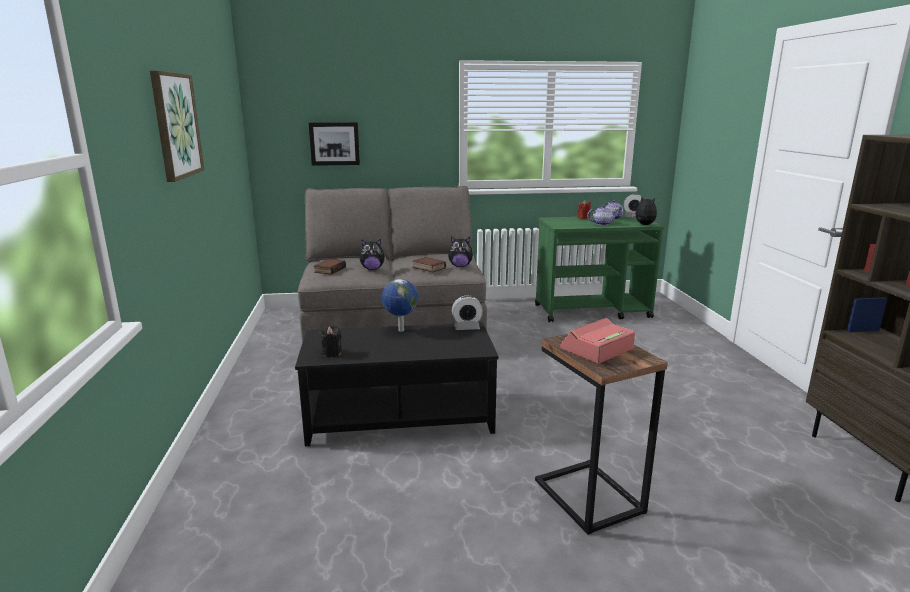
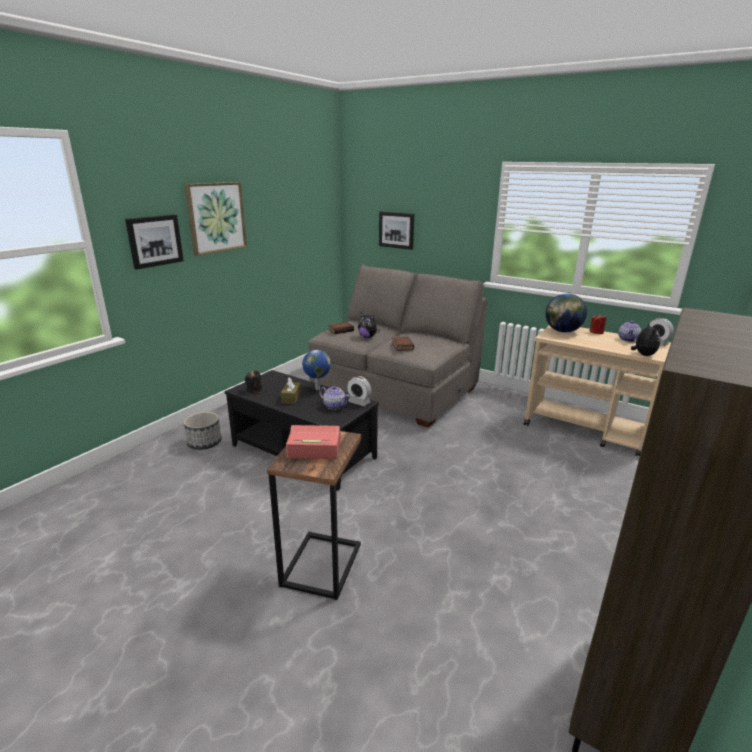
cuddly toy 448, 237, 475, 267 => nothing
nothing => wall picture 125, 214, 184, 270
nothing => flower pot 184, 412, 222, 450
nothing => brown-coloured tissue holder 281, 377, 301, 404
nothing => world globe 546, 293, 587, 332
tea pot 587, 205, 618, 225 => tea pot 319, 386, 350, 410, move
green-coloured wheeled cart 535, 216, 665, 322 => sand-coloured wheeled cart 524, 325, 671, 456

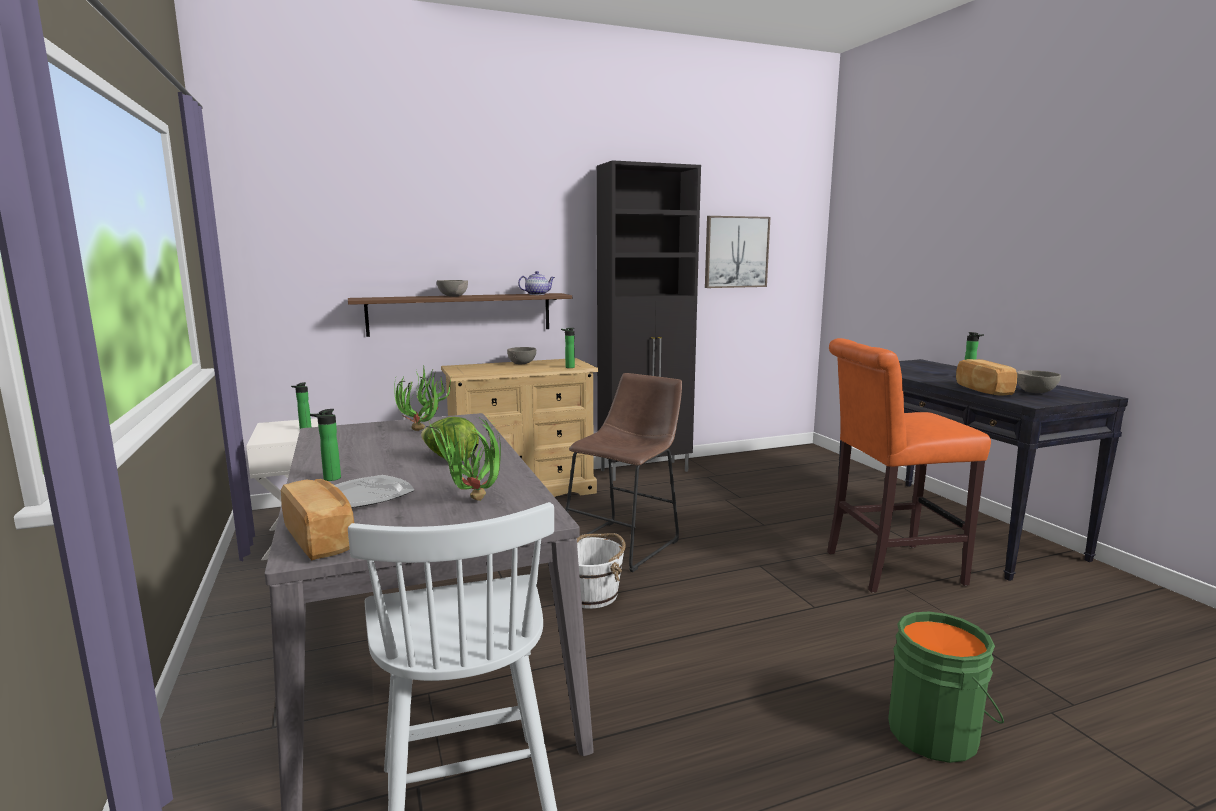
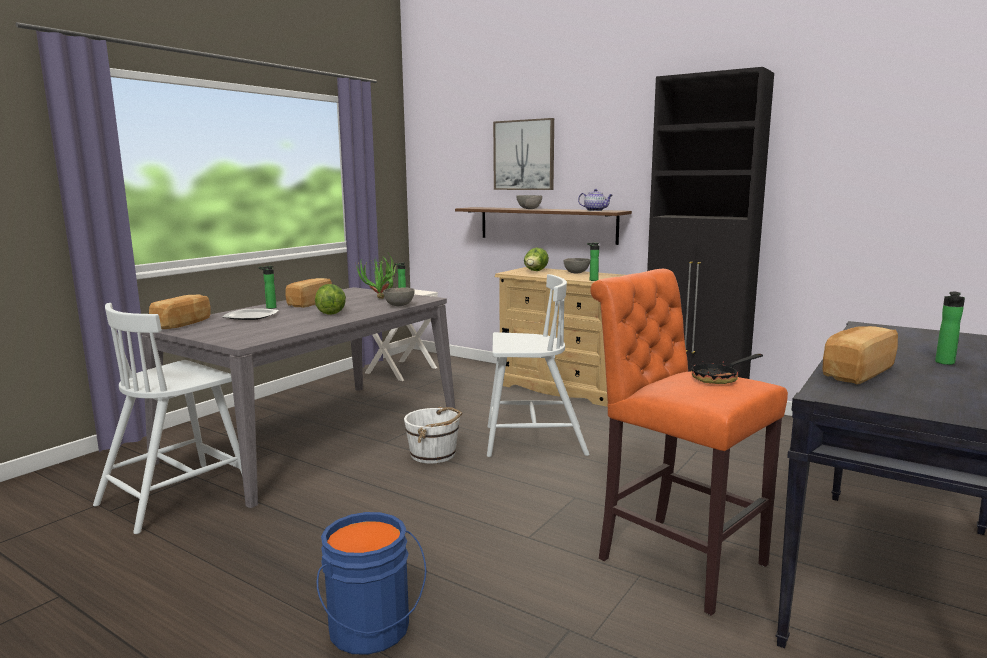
houseplant 424, 417, 501, 501 => nothing
nothing => baked bread 286, 278, 332, 308
nothing => lettuce 524, 248, 549, 271
nothing => pan 692, 354, 763, 384
wall picture 705, 216, 771, 288 => wall picture 493, 118, 554, 190, move
greyish serving bowl 1017, 370, 1061, 393 => greyish serving bowl 383, 287, 415, 306, move
brown-coloured stool 565, 373, 682, 572 => whitish plain chair 487, 274, 590, 457
green-coloured pail 888, 611, 1004, 763 => blue-coloured pail 317, 512, 426, 655

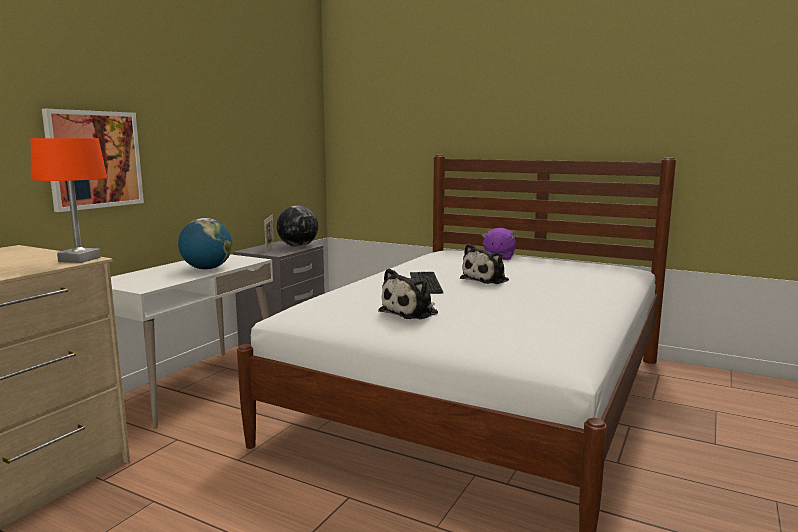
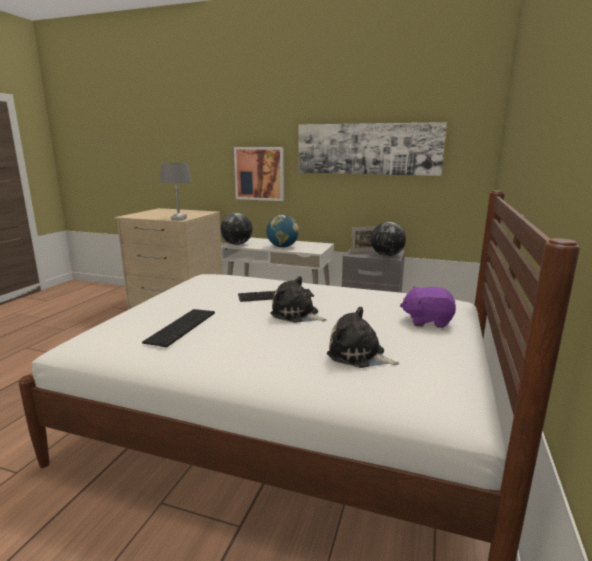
nothing => PC keyboard 142, 309, 215, 347
nothing => world globe 220, 213, 253, 245
nothing => wall picture 298, 122, 447, 176
cuddly toy 378, 268, 438, 319 => cuddly toy 327, 307, 399, 368, move
orange table lamp 31, 138, 107, 263 => greyish table lamp 160, 163, 192, 220

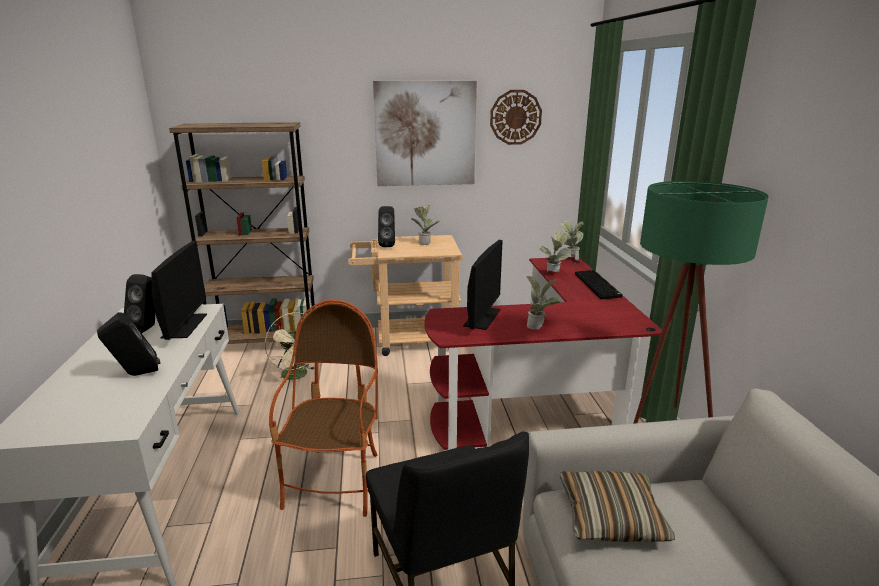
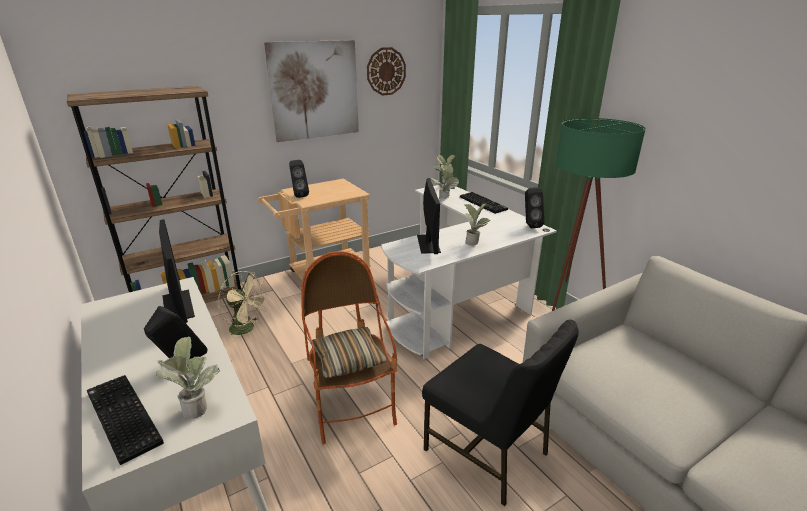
nothing => PC keyboard 87, 375, 164, 465
black-coloured speaker 124, 274, 156, 333 => black-coloured speaker 525, 187, 544, 228, move
houseplant 411, 205, 440, 245 => houseplant 155, 337, 220, 419, move
pillow 559, 471, 675, 542 => pillow 310, 327, 387, 379, move
reddish desk 424, 257, 662, 450 => whitish desk 381, 184, 557, 359

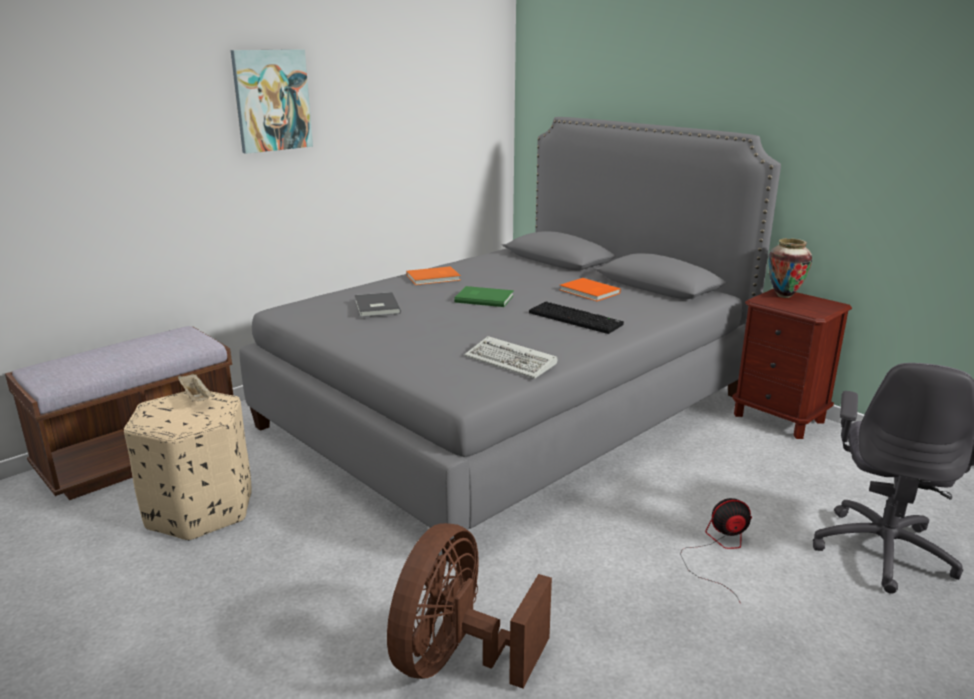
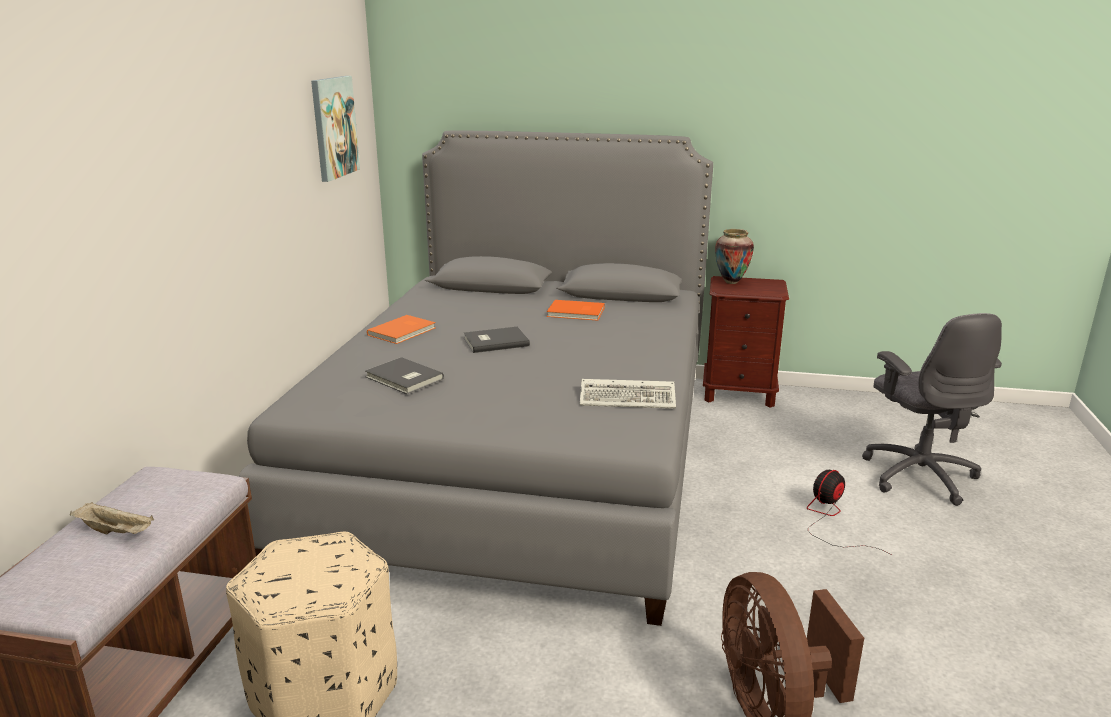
PC keyboard 529, 301, 624, 334 => nothing
sand-coloured tray 178, 374, 213, 401 => sand-coloured tray 70, 502, 154, 534, move
wall picture 231, 49, 313, 154 => wall picture 311, 76, 360, 182, move
green-coloured volume 454, 286, 514, 307 => greyish volume 464, 327, 530, 353

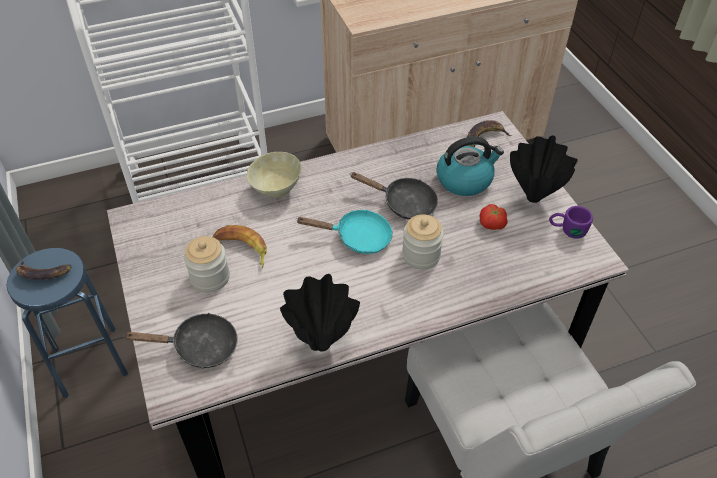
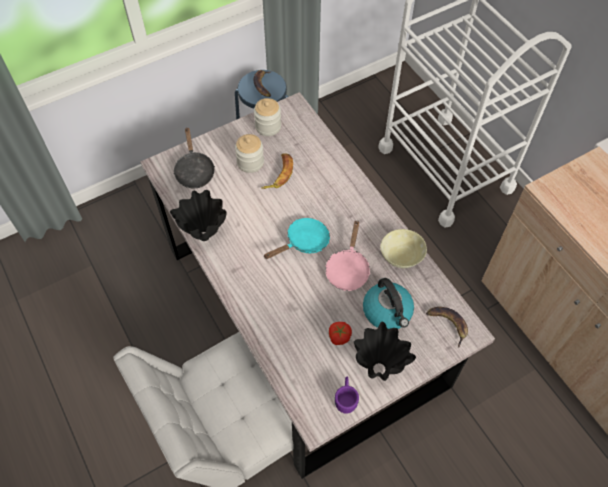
sand-coloured serving bowl 247, 152, 301, 197 => sand-coloured serving bowl 380, 229, 427, 268, move
storage jar 402, 214, 444, 270 => storage jar 254, 98, 281, 136, move
black-coloured pan 351, 172, 438, 220 => pinkish pan 325, 221, 370, 291
turquoise-coloured pan 296, 209, 393, 254 => turquoise-coloured pan 264, 218, 330, 259, 120 degrees counterclockwise

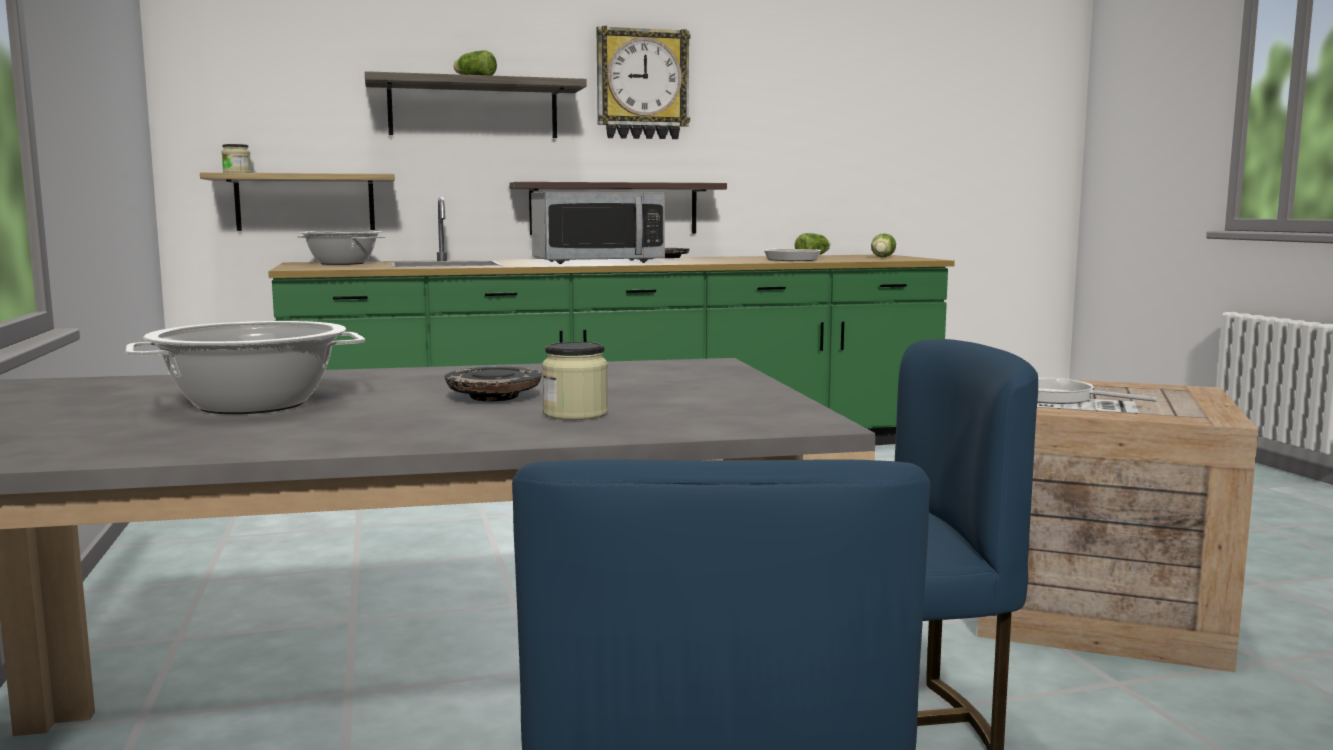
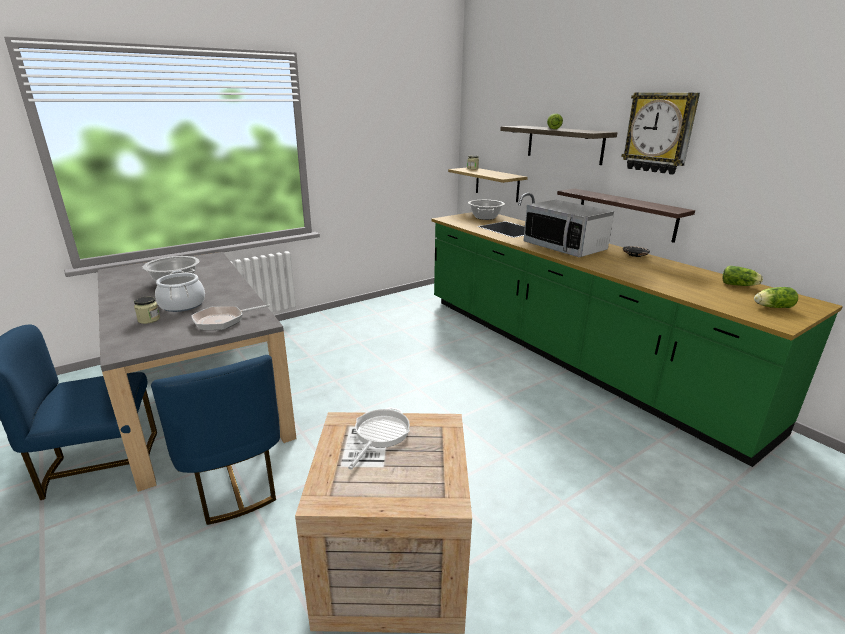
pan 764, 248, 821, 261 => pan 191, 304, 270, 330, move
black-coloured flat dish 445, 366, 542, 401 => stockpot 155, 270, 205, 312

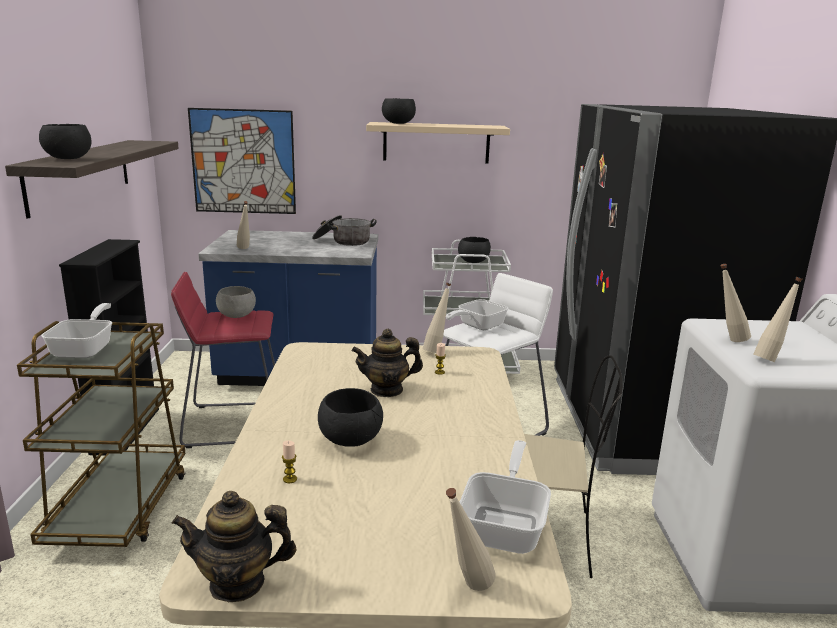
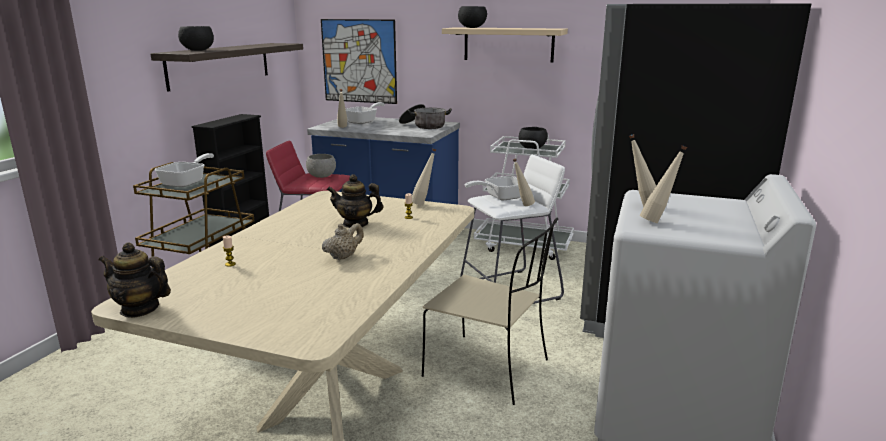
black-coloured serving bowl 318, 388, 383, 447 => nothing
nothing => sand-coloured tea pot 322, 223, 364, 260
sand-coloured beverage bottle 446, 488, 496, 591 => sand-coloured beverage bottle 513, 158, 535, 206, move
pan 460, 440, 551, 554 => pan 346, 102, 385, 124, move

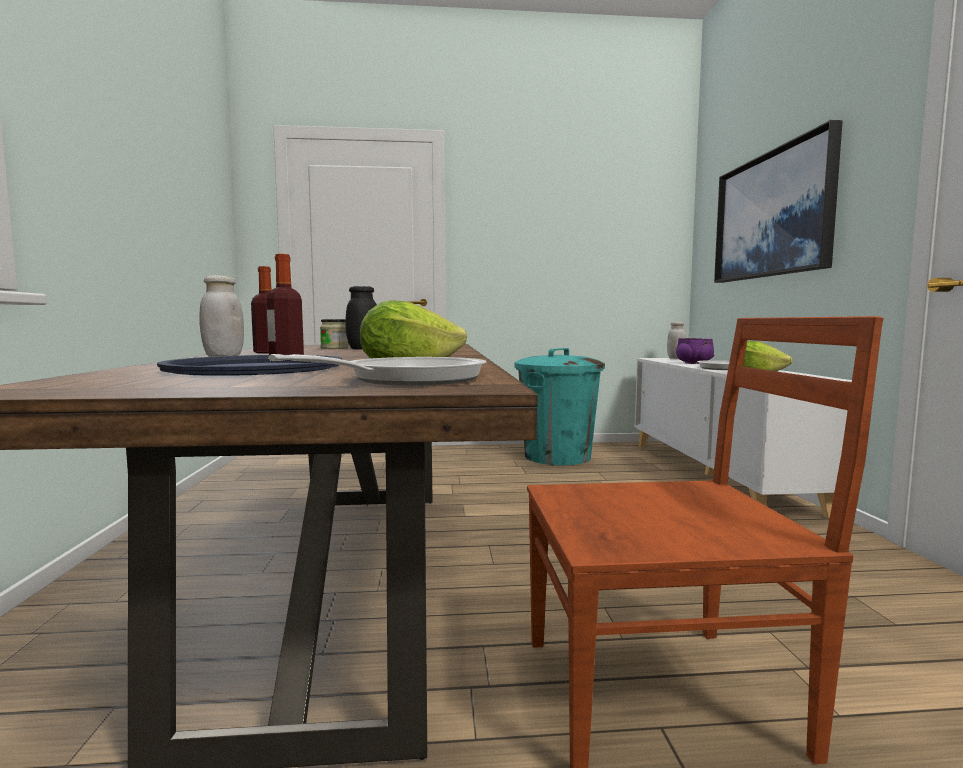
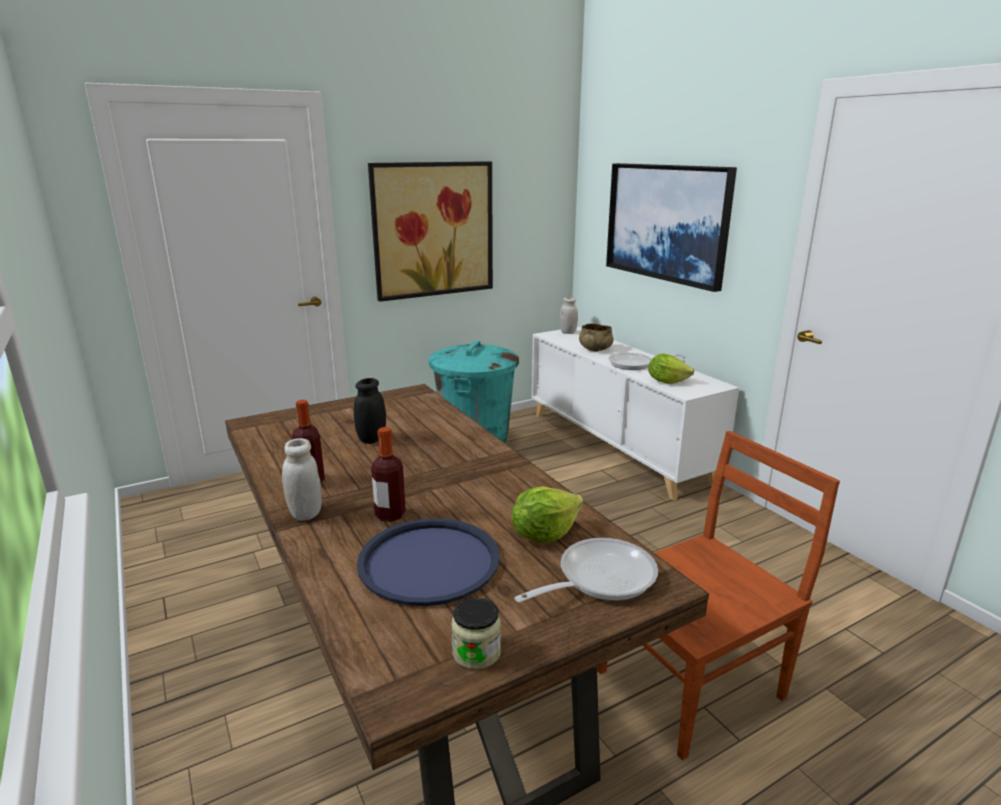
nothing => wall picture 368, 161, 493, 302
storage jar 320, 319, 349, 349 => storage jar 451, 598, 501, 670, move
purple serving bowl 676, 338, 714, 364 => sand-coloured serving bowl 579, 324, 613, 351
pan 268, 354, 486, 386 => pan 514, 538, 658, 603, 45 degrees clockwise

